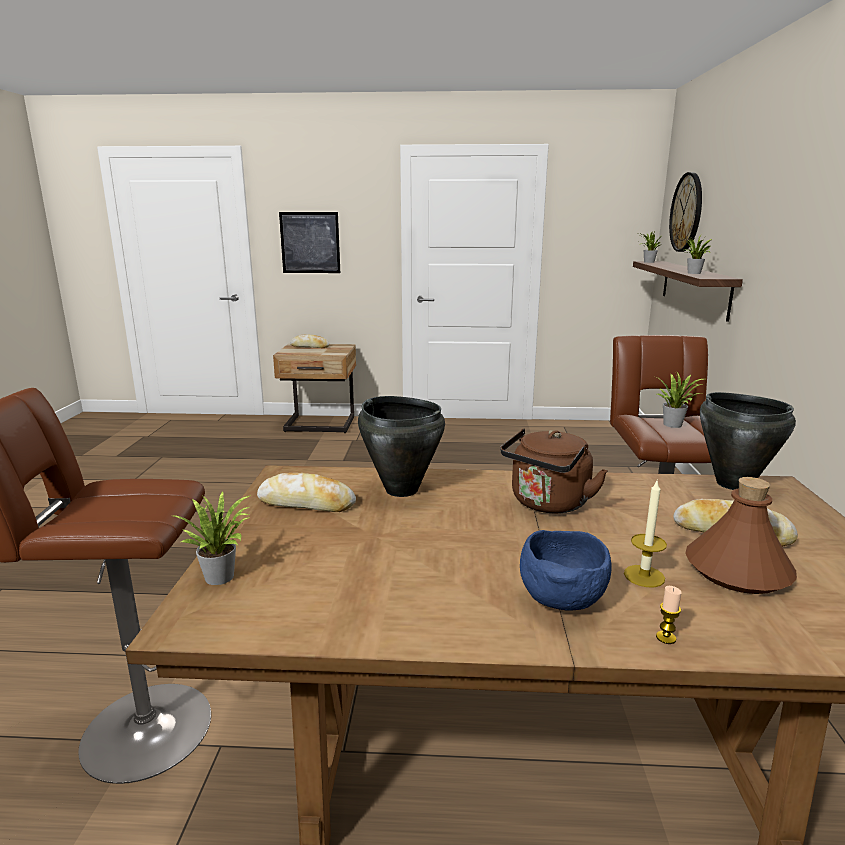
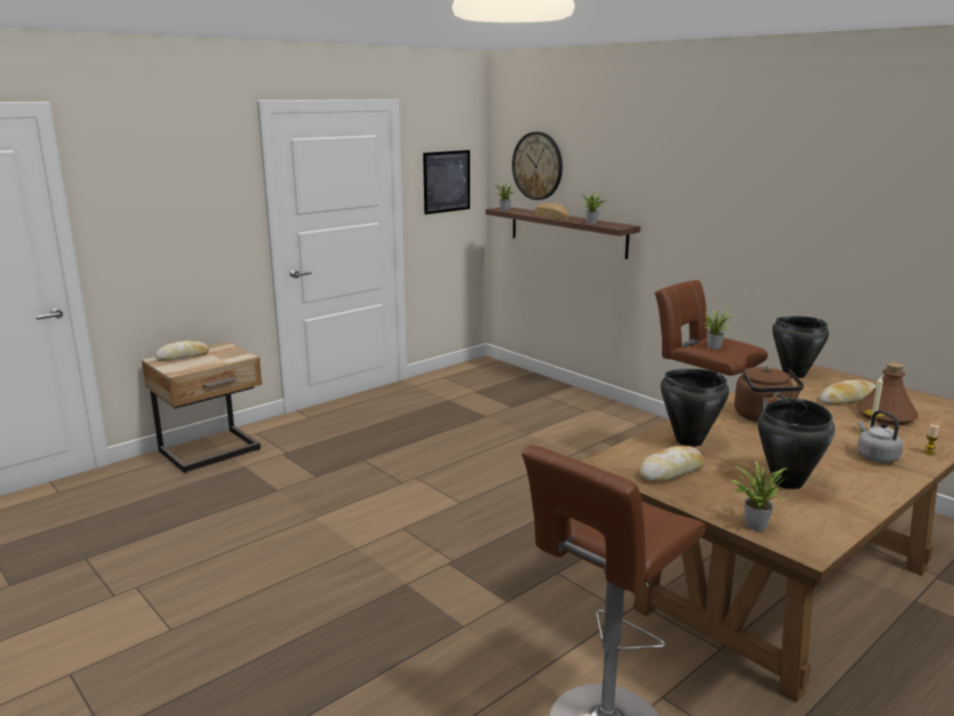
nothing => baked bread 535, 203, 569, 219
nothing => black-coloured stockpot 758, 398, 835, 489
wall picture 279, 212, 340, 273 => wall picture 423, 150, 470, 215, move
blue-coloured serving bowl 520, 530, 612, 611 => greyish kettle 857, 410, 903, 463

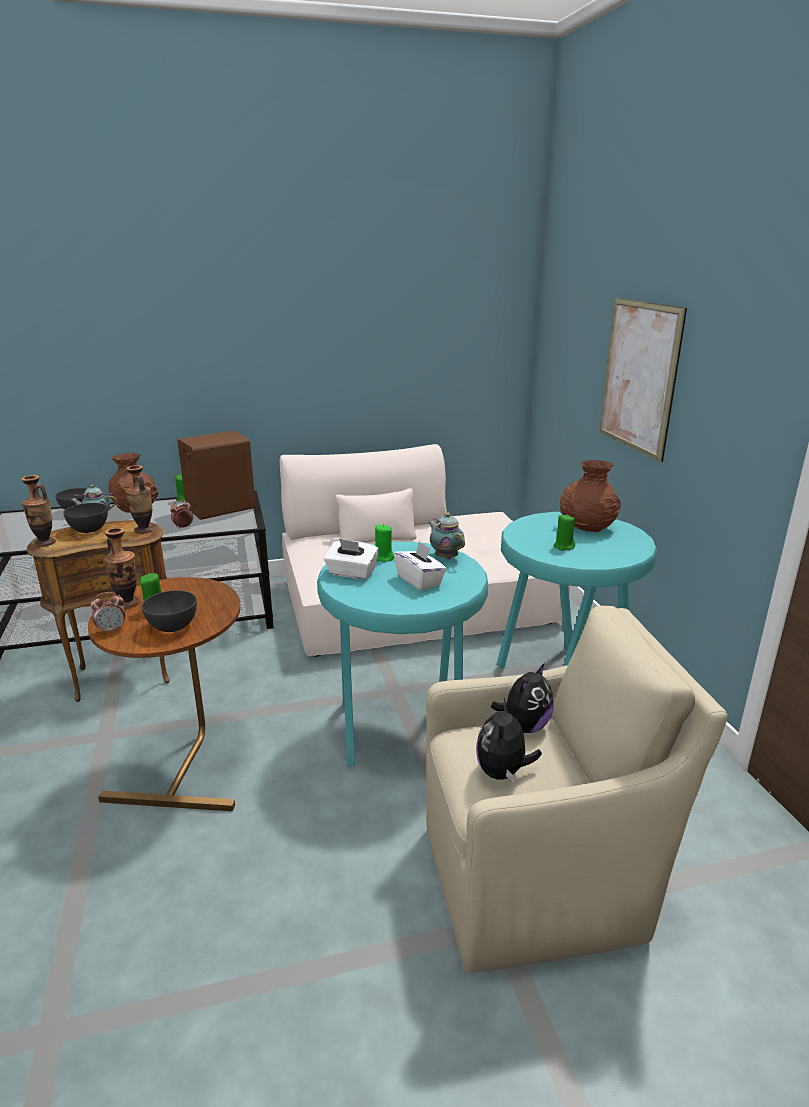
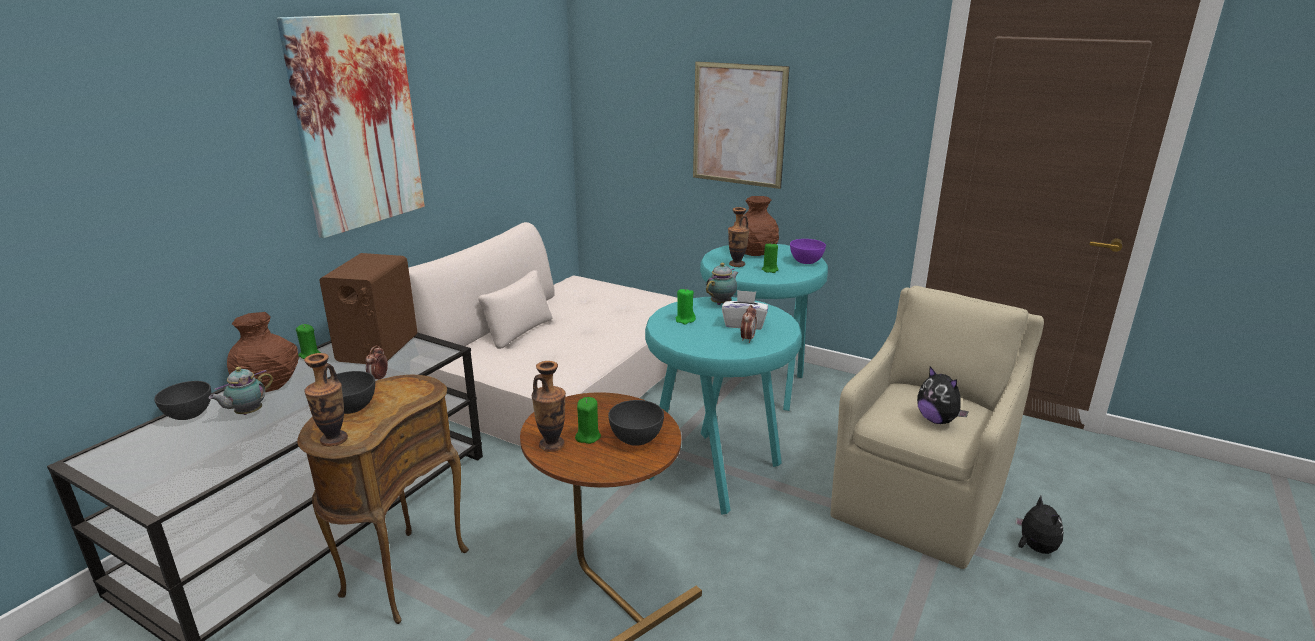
whitish tissue holder 324, 539, 379, 580 => nothing
nothing => wall picture 277, 13, 425, 238
nothing => purple serving bowl 790, 239, 826, 264
table clock 91, 592, 125, 634 => table clock 741, 305, 757, 343, move
vase 125, 465, 154, 534 => vase 728, 207, 749, 267, move
cuddly toy 491, 663, 553, 733 => cuddly toy 1015, 496, 1064, 554, move
tea pot 428, 513, 465, 560 => tea pot 706, 263, 739, 305, 120 degrees clockwise

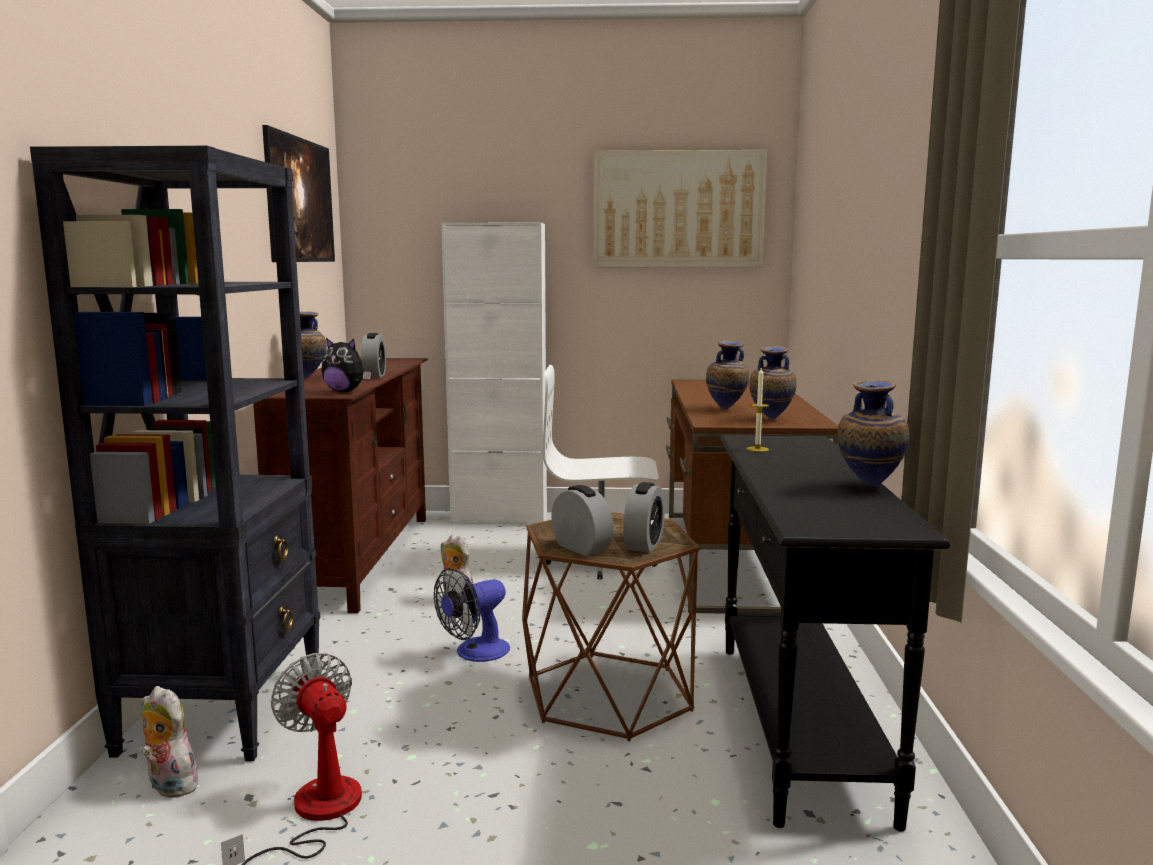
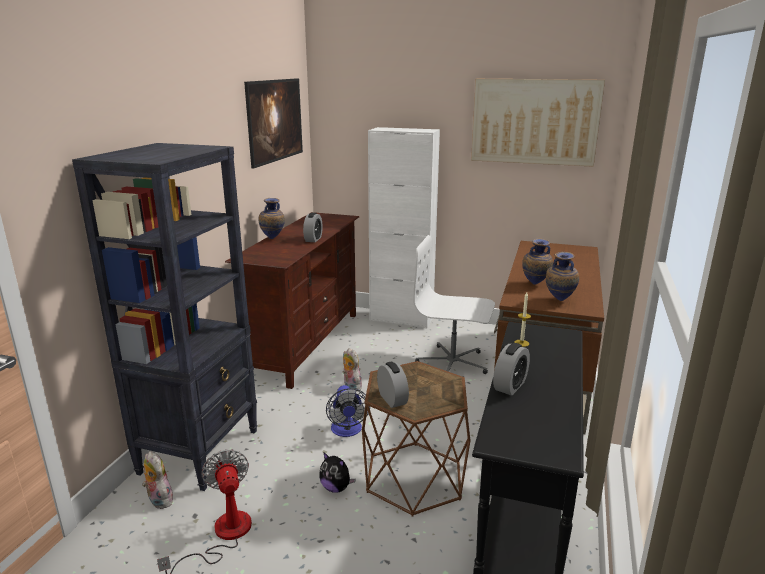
vase 838, 380, 909, 487 => nothing
cuddly toy 321, 338, 371, 392 => cuddly toy 319, 452, 355, 493, move
table clock 623, 482, 665, 552 => table clock 493, 343, 530, 396, move
electric fan 434, 568, 510, 662 => electric fan 326, 385, 370, 437, 75 degrees counterclockwise

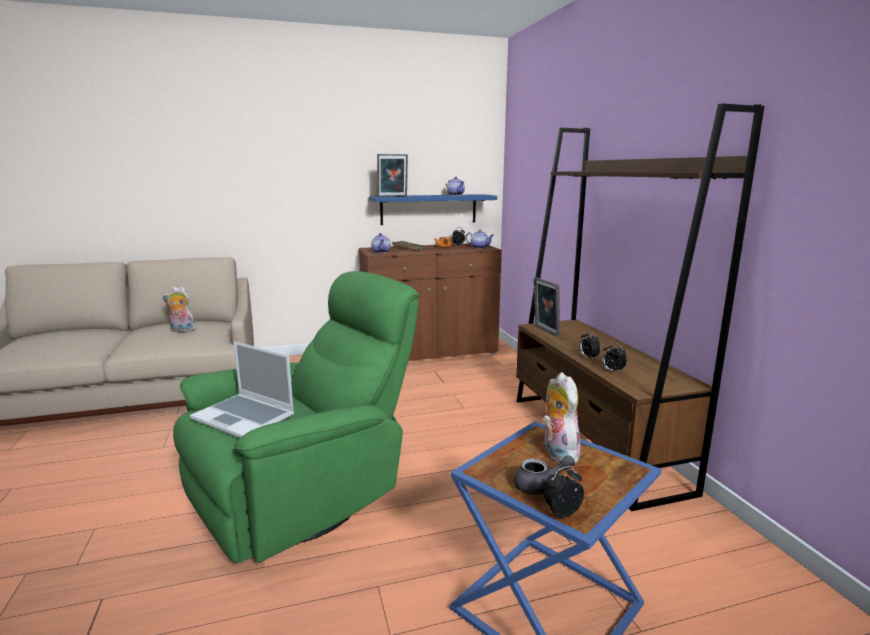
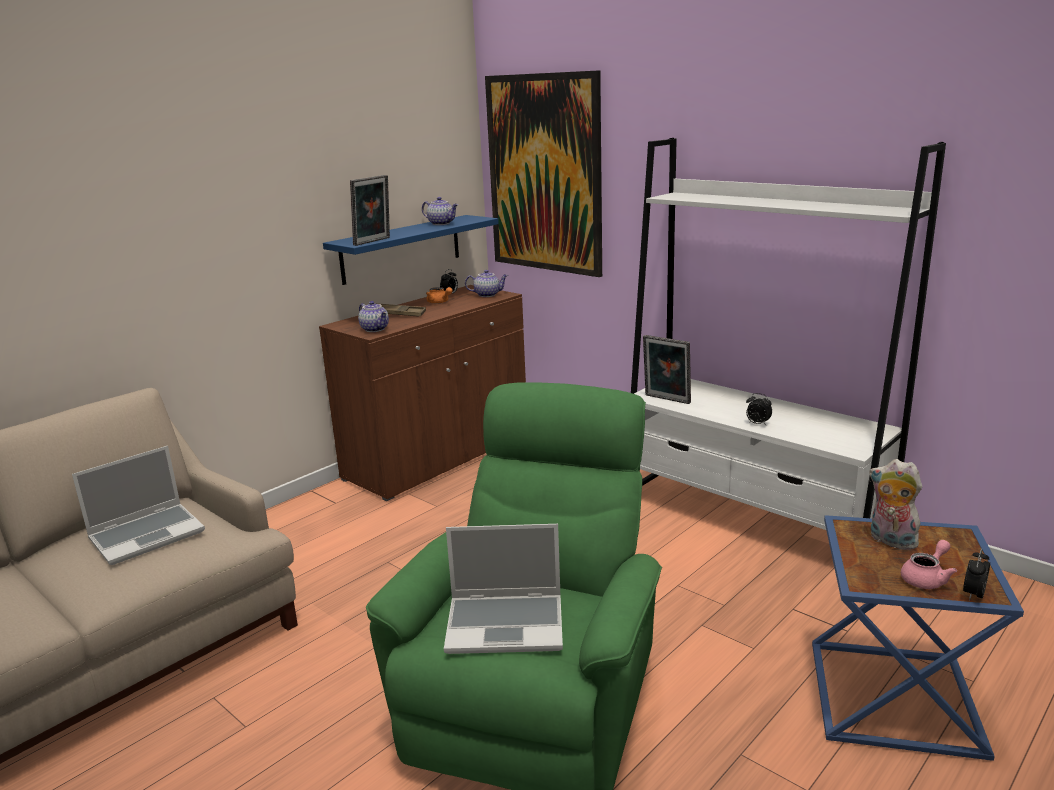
table clock 602, 342, 627, 373 => nothing
nothing => wall picture 485, 70, 602, 277
cuddly toy 162, 286, 196, 332 => portable computer 72, 446, 205, 565
greyish tea pot 514, 455, 575, 495 => pinkish tea pot 901, 540, 957, 589
brown-coloured bookcase 516, 103, 764, 511 => whitish bookcase 631, 138, 946, 530

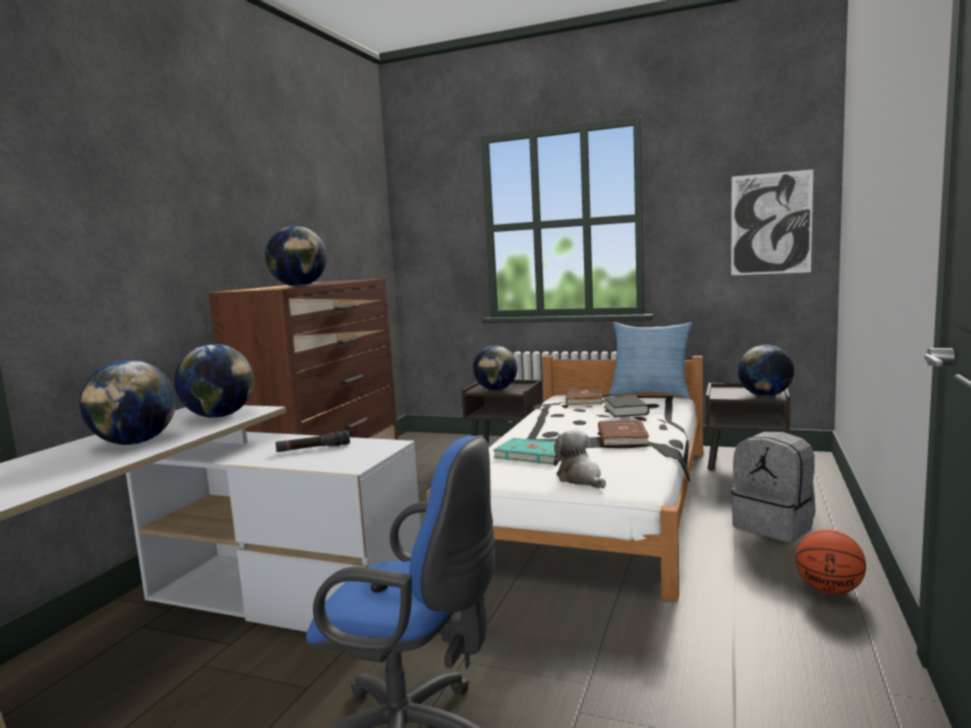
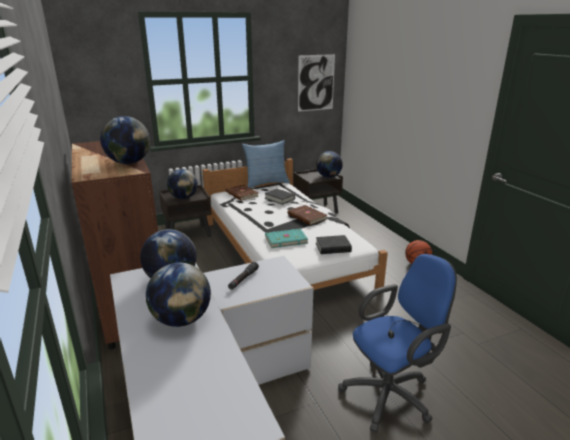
greyish backpack 731, 432, 815, 542 => nothing
cuddly toy 554, 430, 606, 489 => black-coloured volume 316, 235, 352, 254

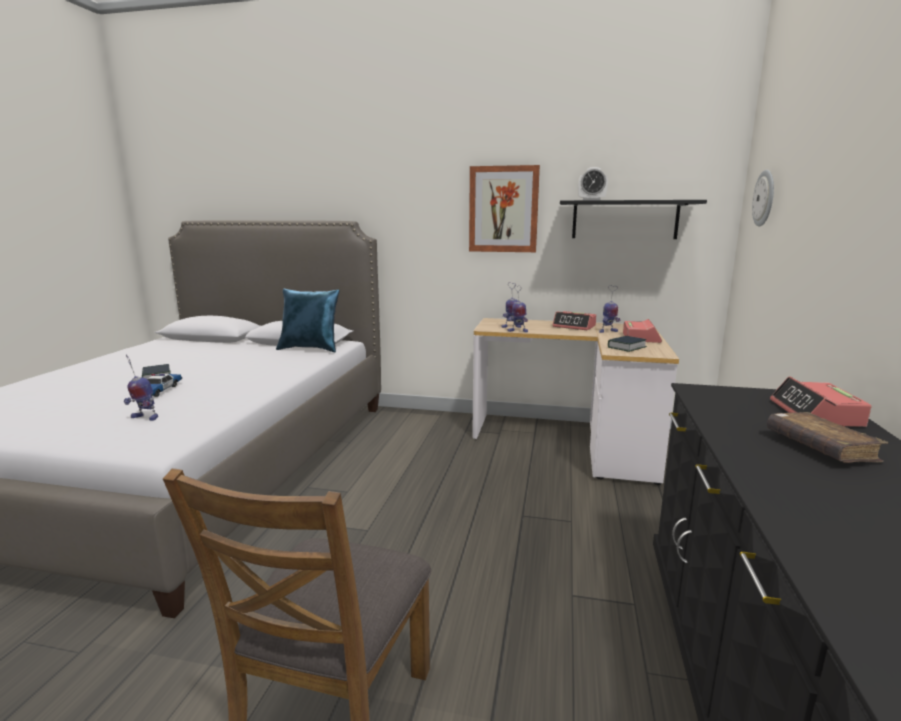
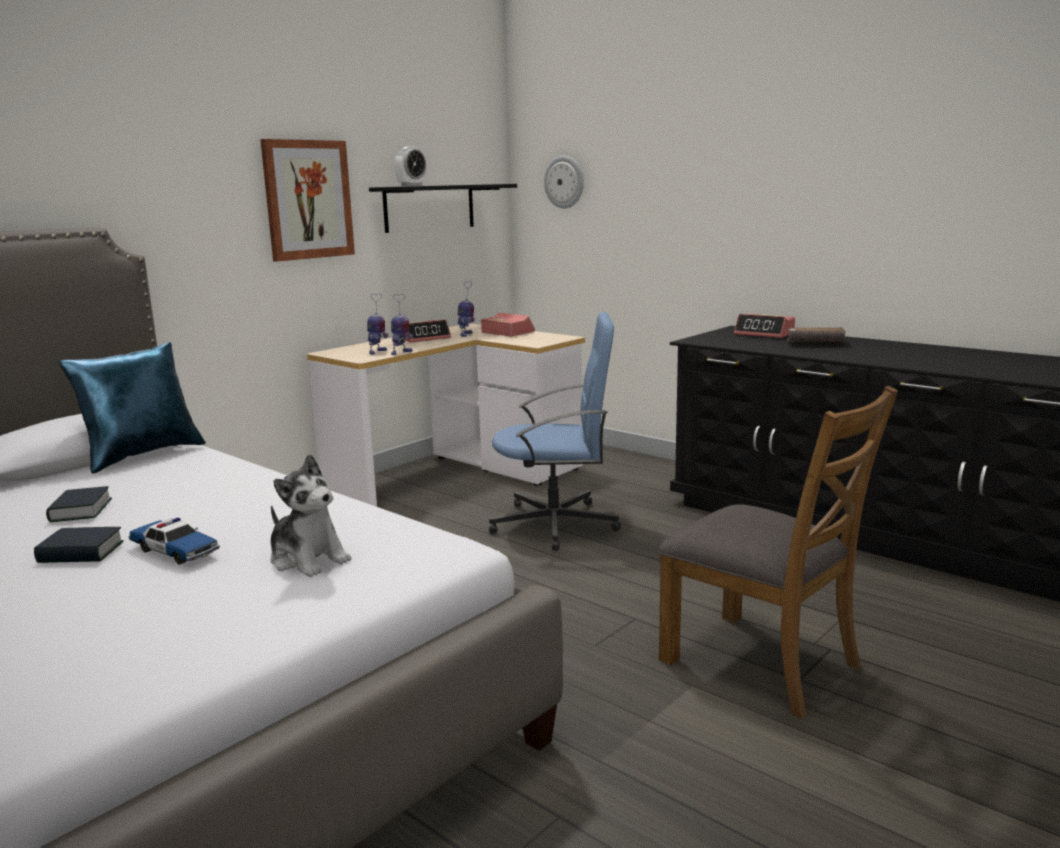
nothing => blue-coloured computer chair 489, 312, 621, 551
volume 608, 336, 647, 352 => volume 46, 486, 112, 522, move
toy robot 124, 355, 158, 421 => cuddly toy 270, 454, 352, 577

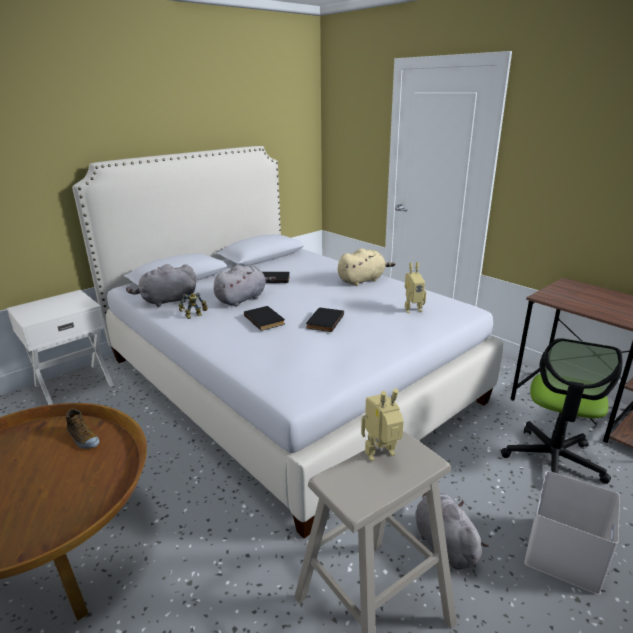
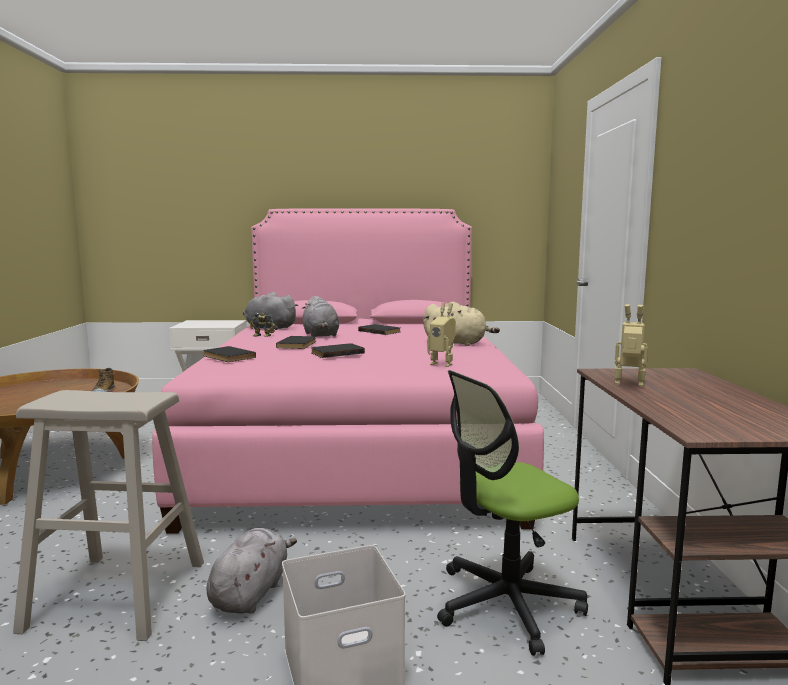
nothing => black-coloured volume 203, 346, 256, 362
toy robot 361, 389, 404, 461 => toy robot 615, 304, 648, 387, move
whitish sleeping bed 72, 146, 503, 539 => pinkish sleeping bed 152, 208, 544, 534
greyish cuddly toy 214, 265, 276, 307 => greyish cuddly toy 302, 296, 339, 337, 75 degrees clockwise

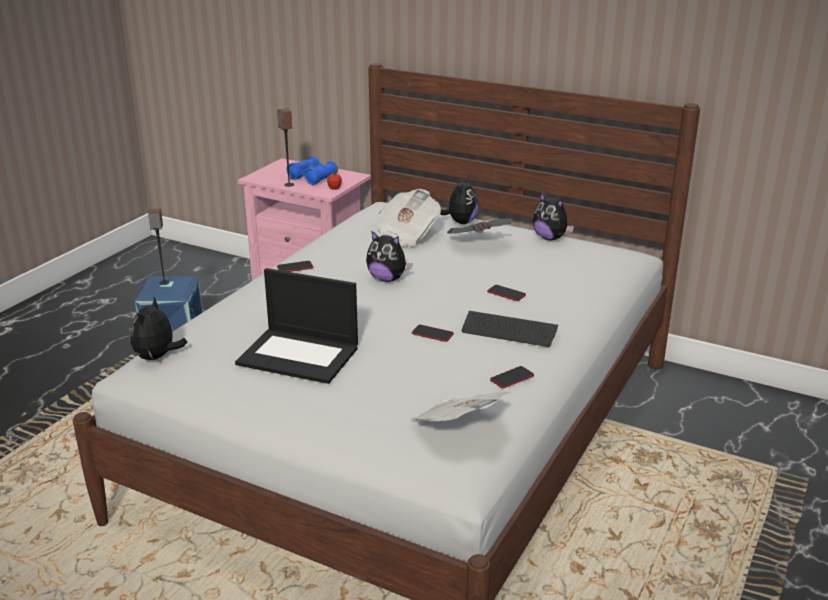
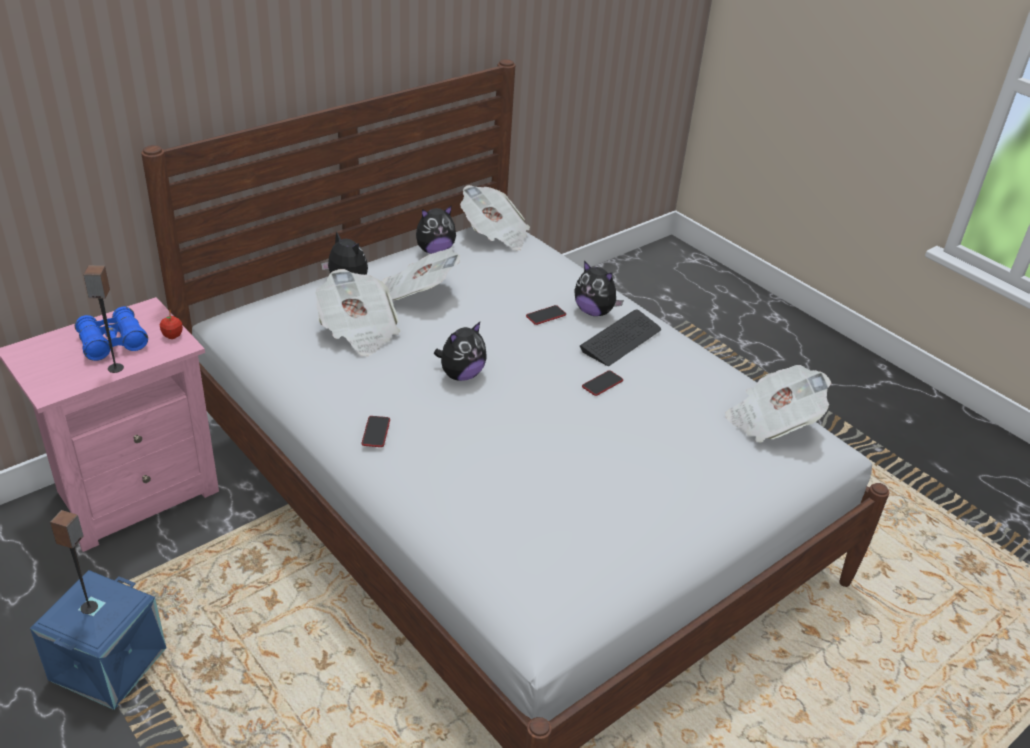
portable computer 235, 268, 358, 384 => nothing
telephone 490, 366, 534, 388 => nothing
nothing => daily paper 460, 185, 530, 250
cuddly toy 131, 297, 188, 360 => cuddly toy 574, 261, 624, 316, move

